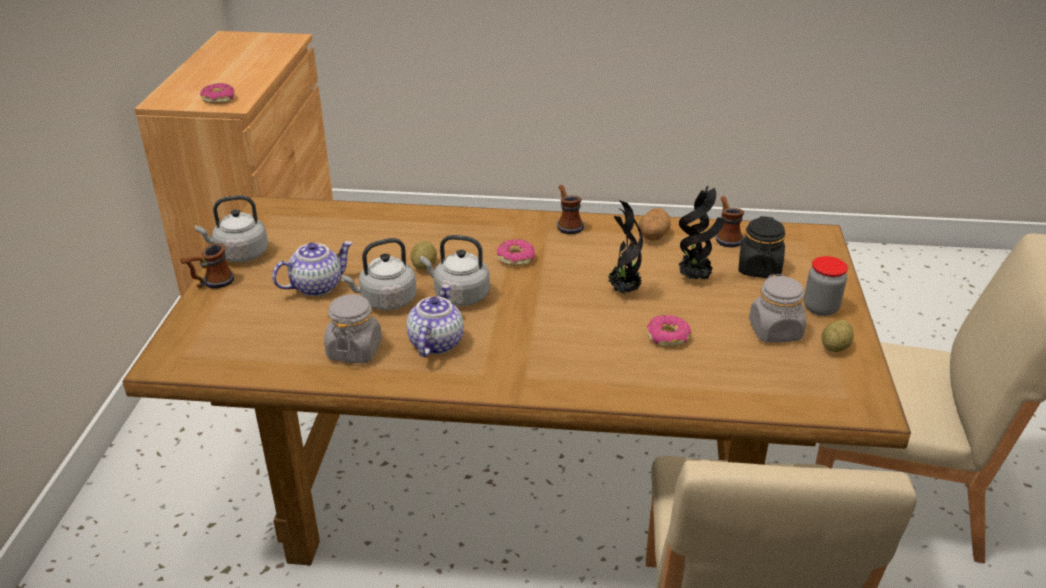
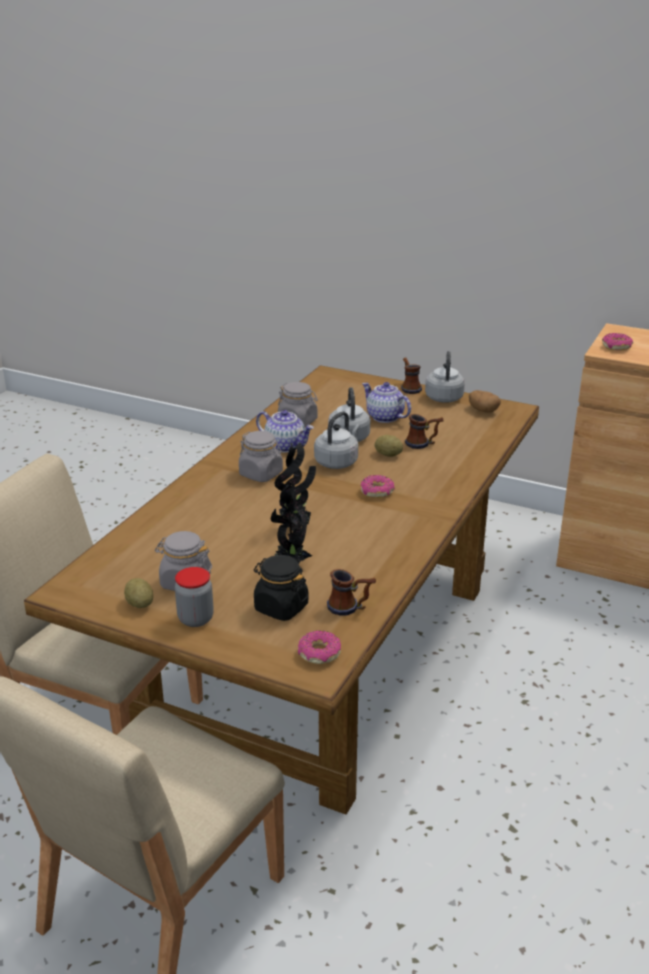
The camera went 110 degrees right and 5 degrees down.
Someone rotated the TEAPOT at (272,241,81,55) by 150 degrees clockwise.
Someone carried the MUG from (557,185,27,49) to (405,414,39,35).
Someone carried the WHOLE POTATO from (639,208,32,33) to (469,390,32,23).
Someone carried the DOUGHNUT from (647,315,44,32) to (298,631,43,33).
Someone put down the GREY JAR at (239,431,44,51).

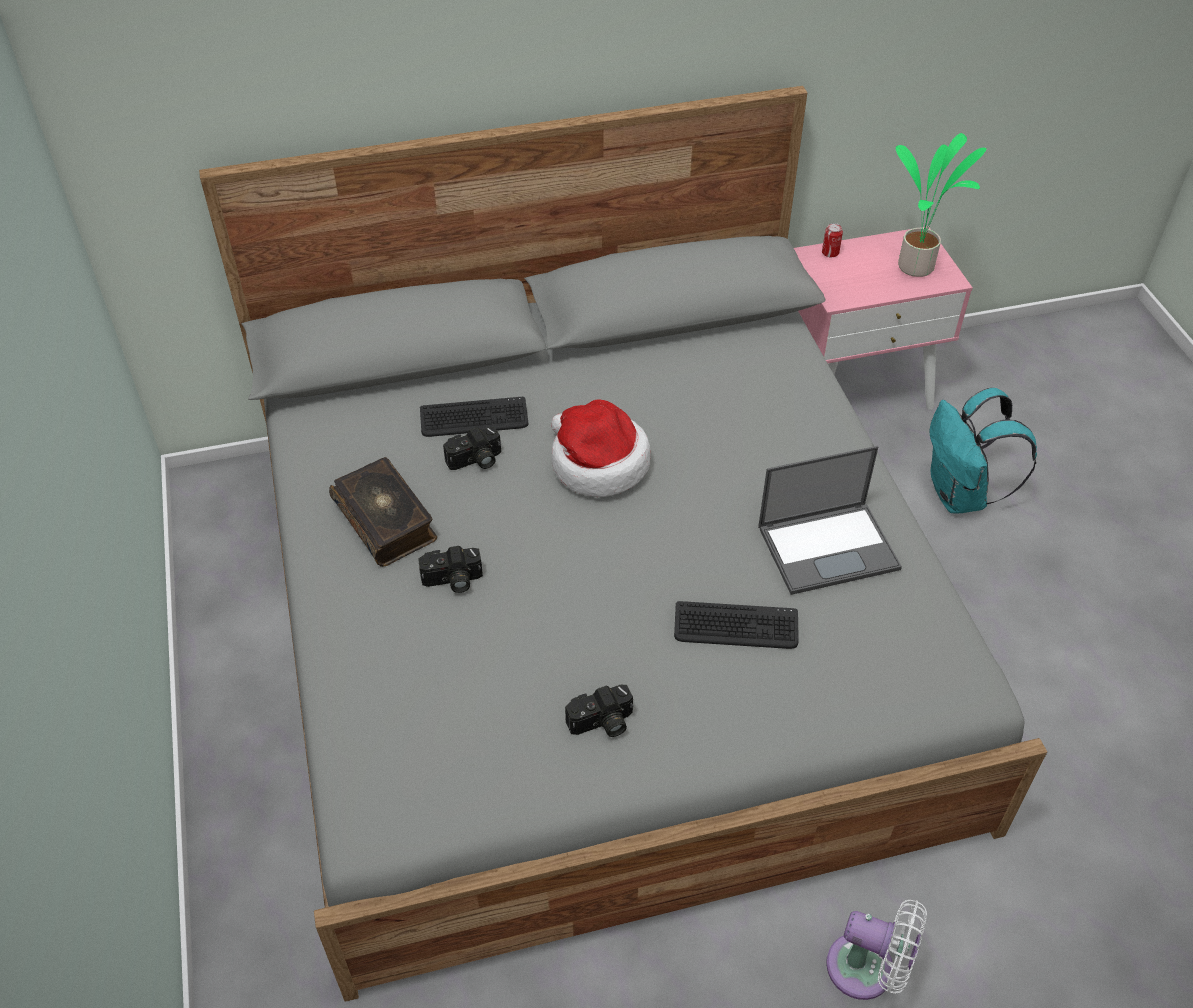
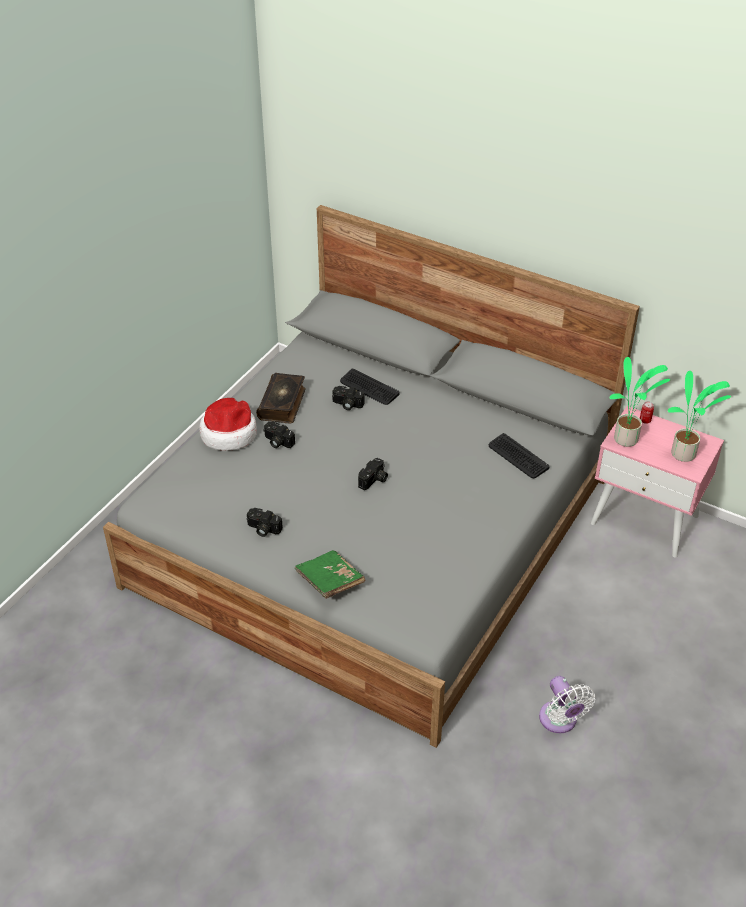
The camera went 45 degrees right and 5 degrees down.
Someone carried the HAT from (551,399,100,98) to (199,398,58,53).
Someone carried the COMPUTER KEYBOARD from (674,601,125,48) to (489,433,60,45).
Someone took away the LAPTOP at (758,446,144,149).
Someone carried the WHITE-COLOURED COOLING FAN from (826,900,101,100) to (539,676,56,57).
Someone took away the TURQUOISE-COLOURED RUCKSACK at (929,388,108,126).
Someone put down the GREEN VOLUME at (295,550,70,49).
Someone put down the PHOTO CAMERA at (358,458,30,32).
Someone put down the PLANT IN A POT at (609,357,61,90).

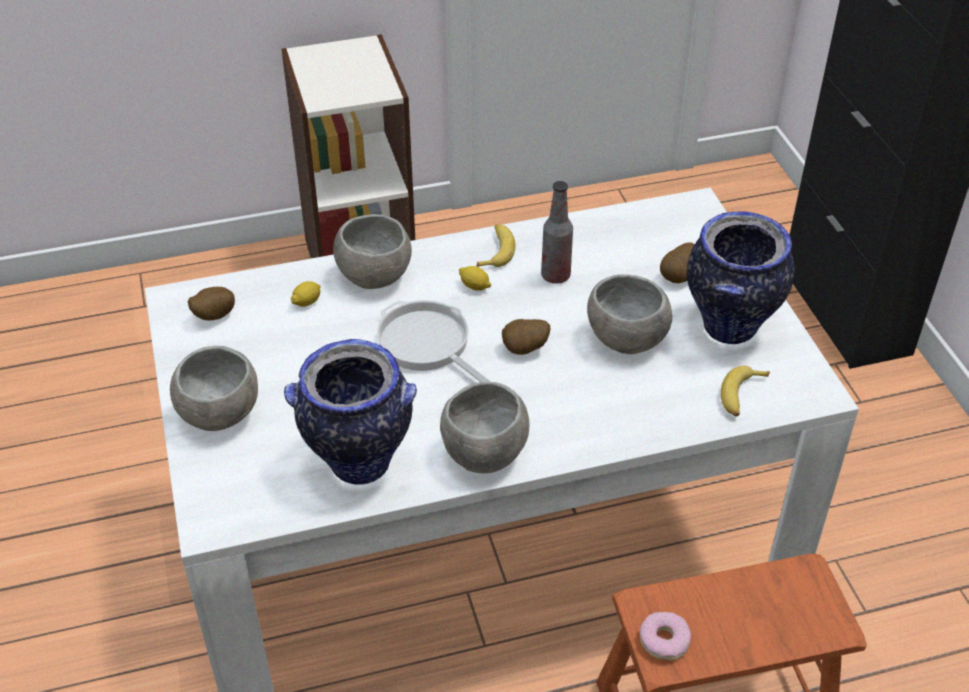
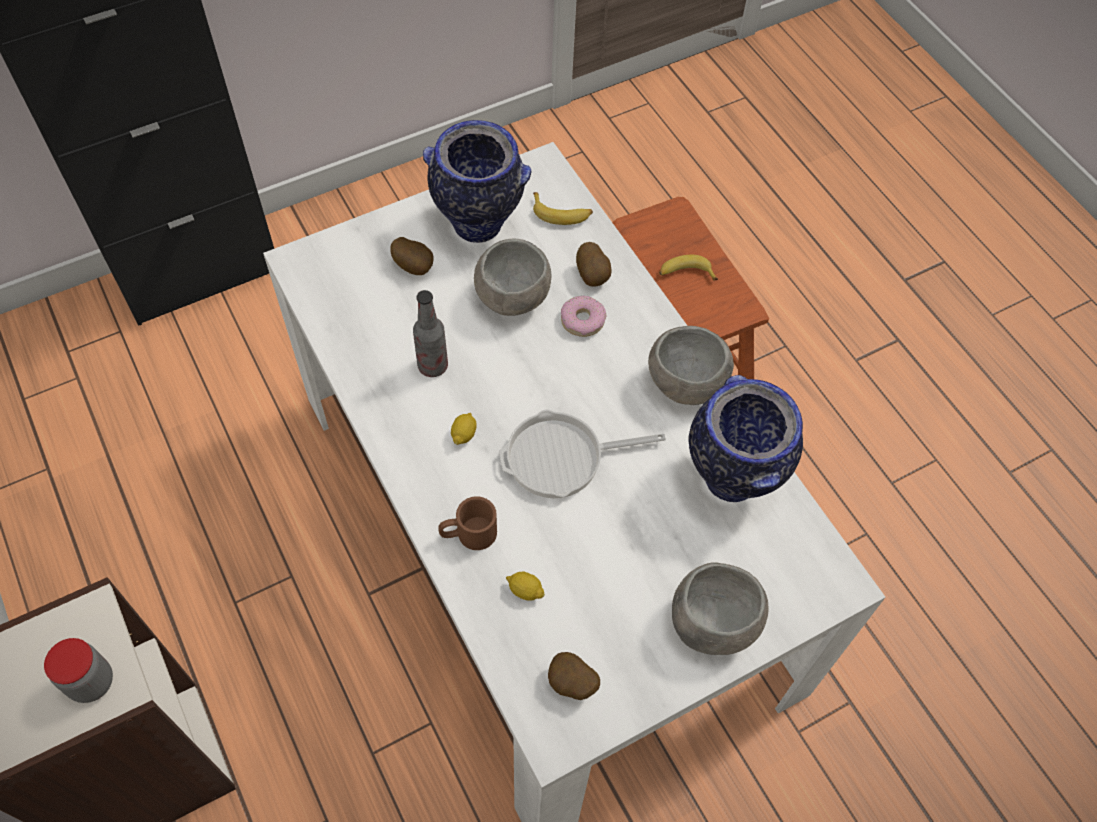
The camera went 105 degrees left and 15 degrees up.
Someone swapped the GREY SERVING BOWL at (333,214,79,75) for the BROWN-COLOURED MUG at (438,496,59,54).
Someone rotated the SKILLET at (377,300,114,82) by 45 degrees clockwise.
Someone carried the BANANA from (477,224,38,43) to (659,255,59,25).
Someone carried the WHOLE POTATO from (502,319,48,36) to (576,242,36,44).
Someone carried the DOUGHNUT from (639,612,52,48) to (561,296,45,41).
Someone put down the JAR at (44,638,69,65).

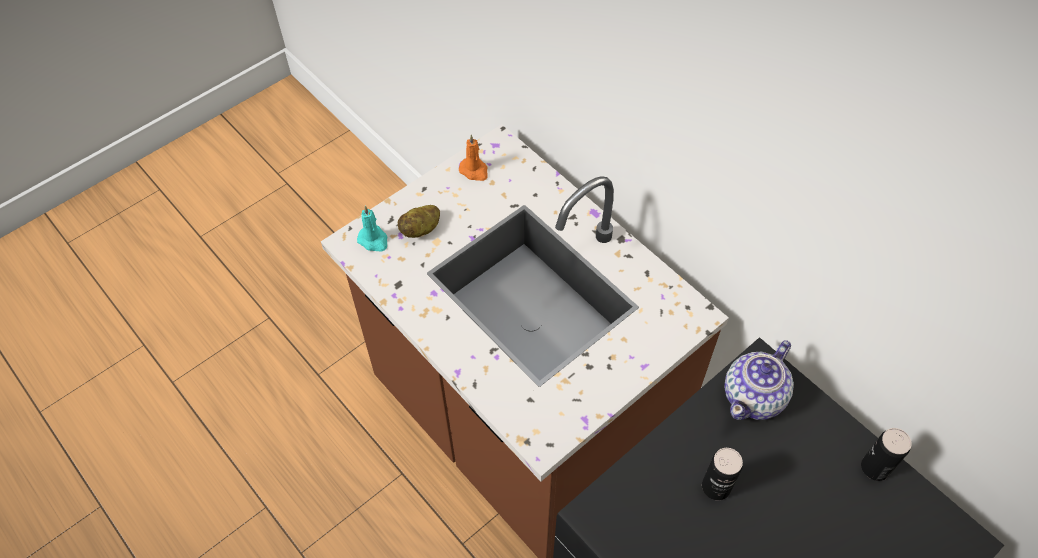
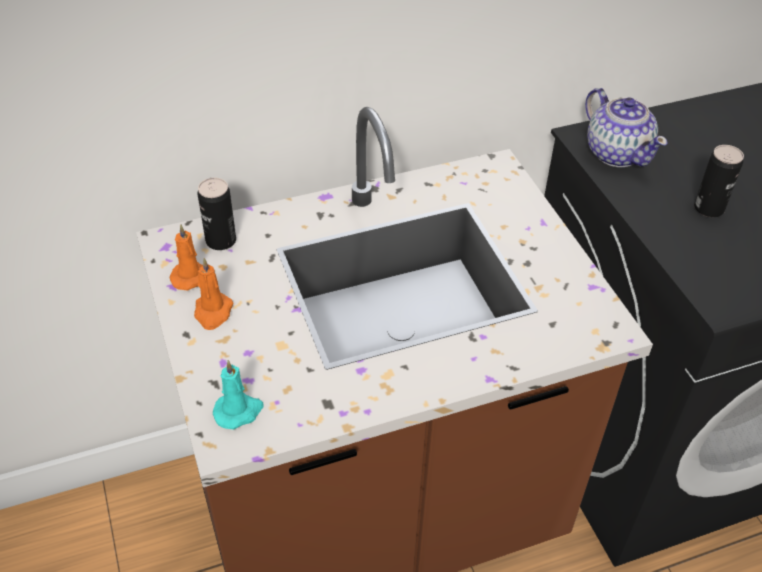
The camera went 70 degrees left and 10 degrees down.
Someone took away the WHOLE POTATO at (397,205,43,33).
Someone carried the METAL CAN from (861,428,51,53) to (198,178,38,72).
Someone put down the ORANGE-COLOURED WAX CANDLE at (194,258,40,72).

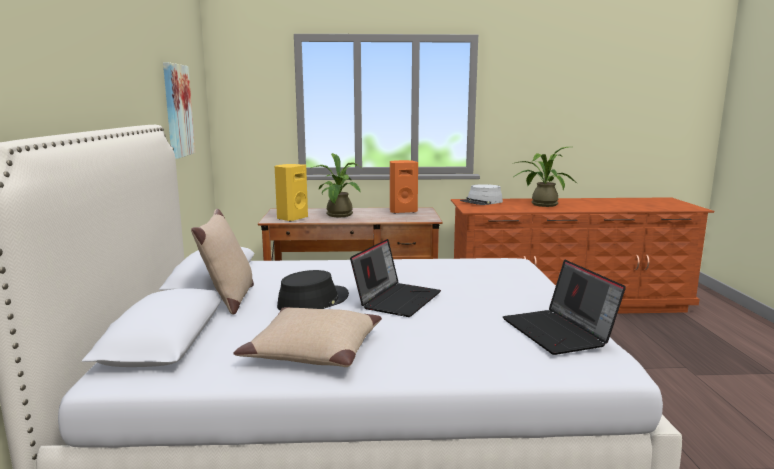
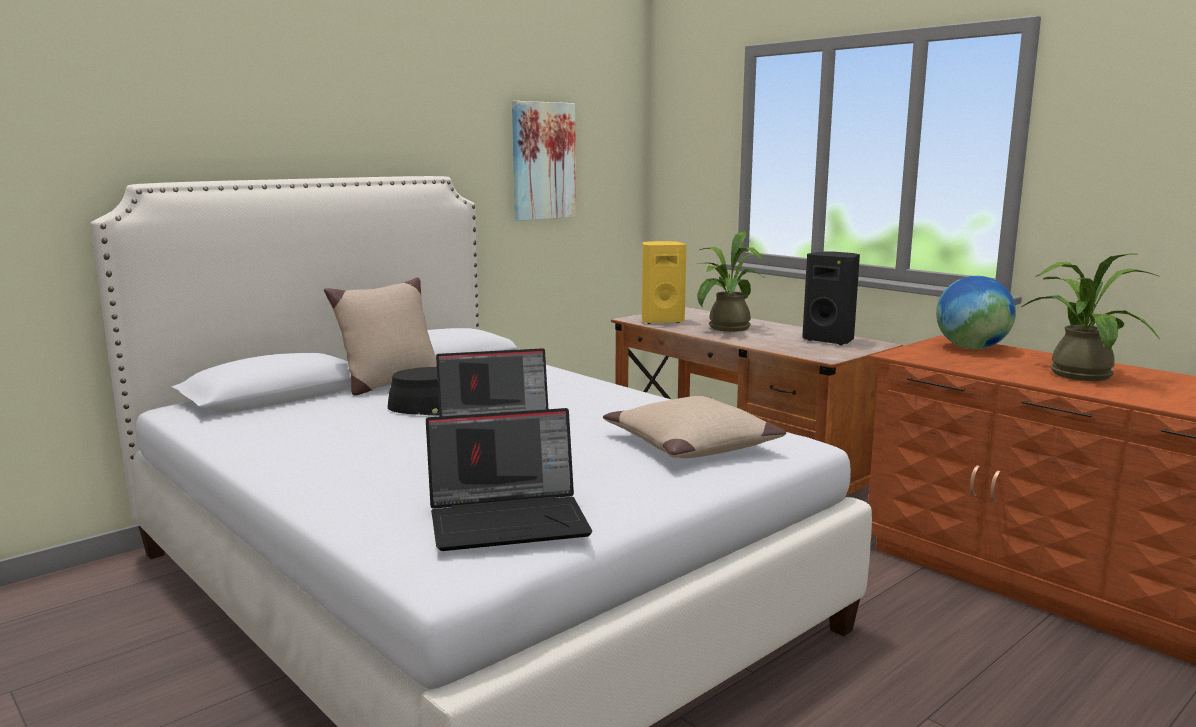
The camera went 50 degrees right and 0 degrees up.
Someone carried the BEIGE-COLOURED CUSHION from (234,307,148,60) to (603,396,183,62).
Someone repainted the ORANGE-COLOURED LOUDSPEAKER at (390,160,28,54), which became the BLACK LOUDSPEAKER at (802,252,58,93).
Someone swapped the GREY HAT at (460,184,43,21) for the DESK GLOBE at (936,276,80,73).
Someone rotated the LAPTOP at (503,260,123,95) by 135 degrees counterclockwise.

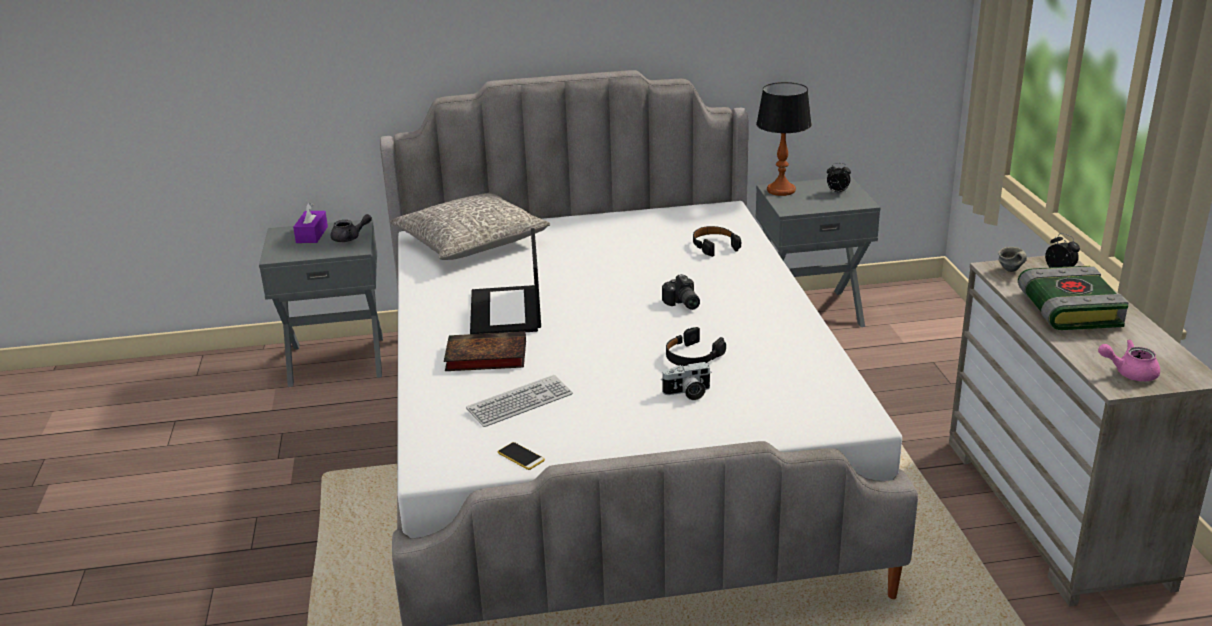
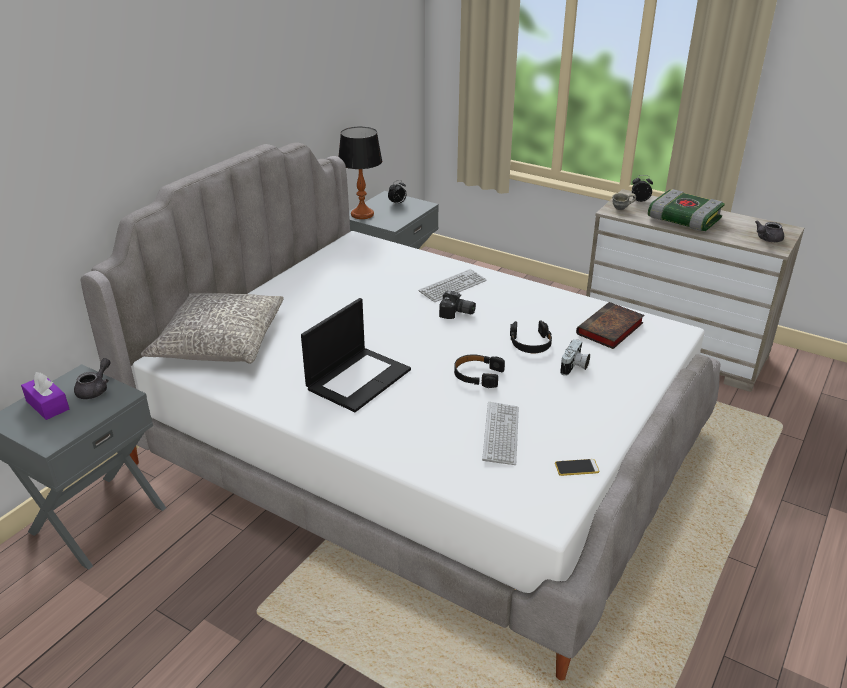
The camera went 50 degrees left and 5 degrees up.
Someone carried the VOLUME from (444,332,82,39) to (576,302,69,47).
Someone rotated the LAPTOP at (470,228,71,106) by 90 degrees counterclockwise.
Someone carried the BLACK PAIR OF HEADPHONES from (693,226,48,31) to (454,354,51,34).
Someone repainted the PINK TEAPOT at (1098,340,62,41), which became the GREY TEAPOT at (755,221,29,21).
Someone put down the COMPUTER KEYBOARD at (419,269,67,33).

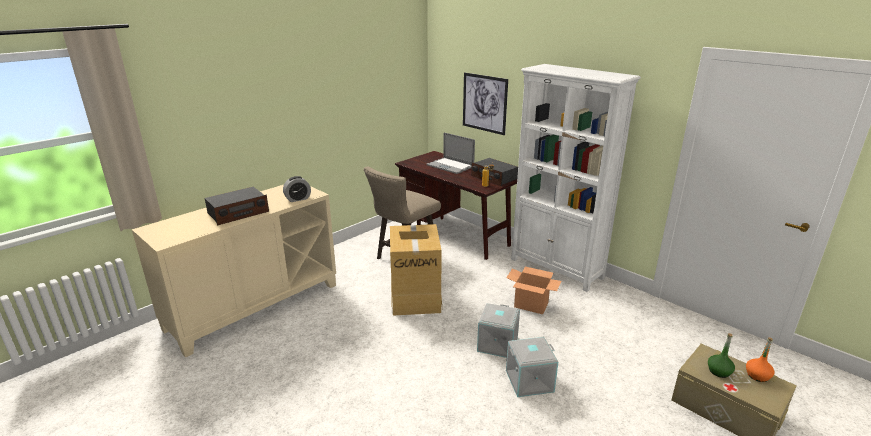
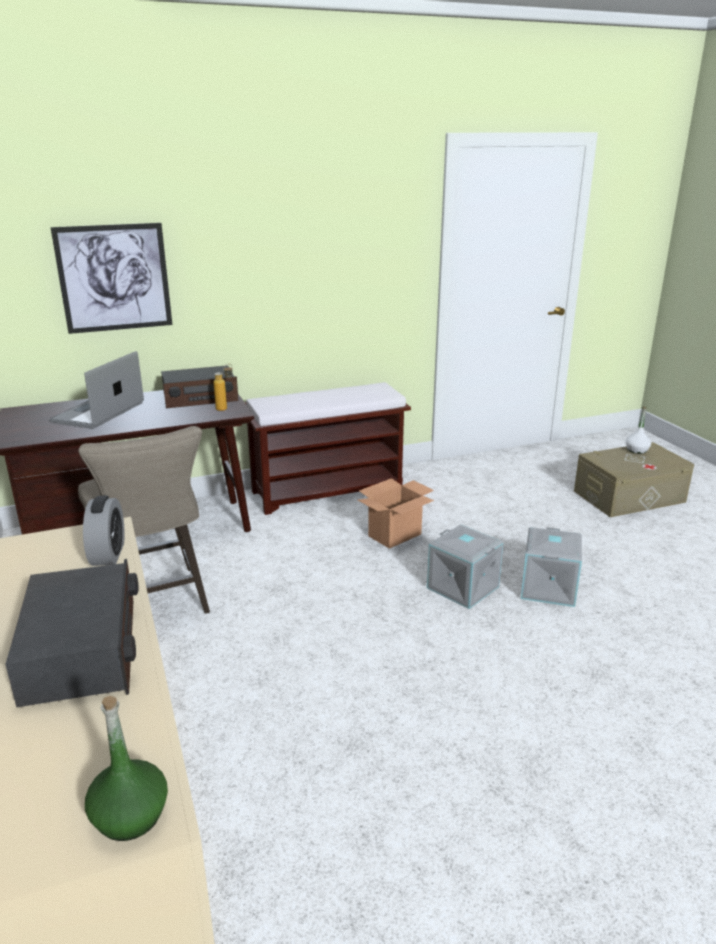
The camera went 65 degrees left and 0 degrees up.
Someone took away the CARDBOARD BOX at (390,224,53,92).
Someone rotated the LAPTOP at (426,132,49,42) by 135 degrees clockwise.
Someone swapped the WHITE-COLOURED BOOKCASE at (511,64,130,228) for the BROWN-COLOURED INDOOR BENCH at (245,382,166,133).
Someone carried the GREEN DRINK BOTTLE from (708,333,27,45) to (85,696,83,145).
Someone repainted the ORANGE-COLOURED DRINK BOTTLE at (746,337,28,45), which became the WHITE-COLOURED DRINK BOTTLE at (626,406,25,48).

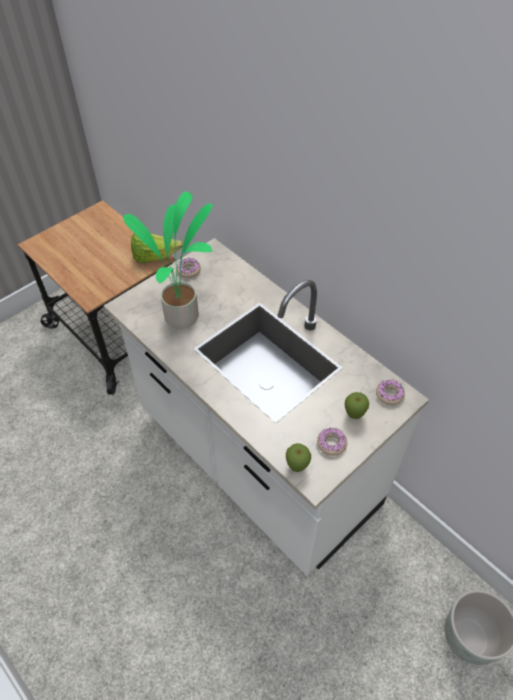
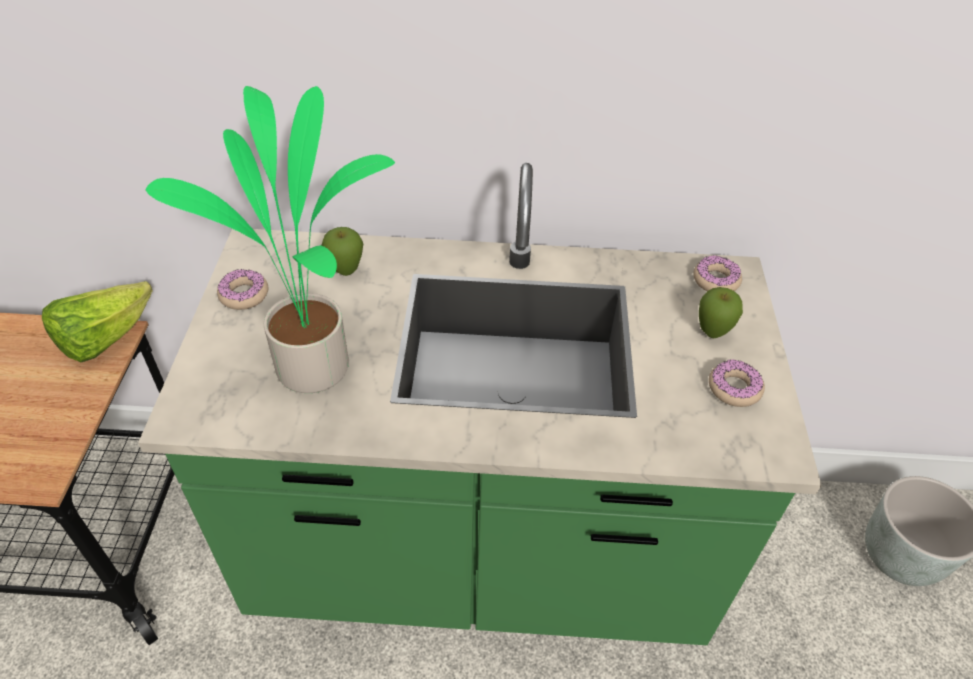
The camera went 45 degrees left and 5 degrees down.
Someone repainted the WHITE-COLOURED KITCHEN BASE UNIT at (104,238,325,338), which became the GREEN KITCHEN BASE UNIT at (138,163,684,482).
Someone carried the APPLE from (286,443,25,29) to (321,227,42,49).

